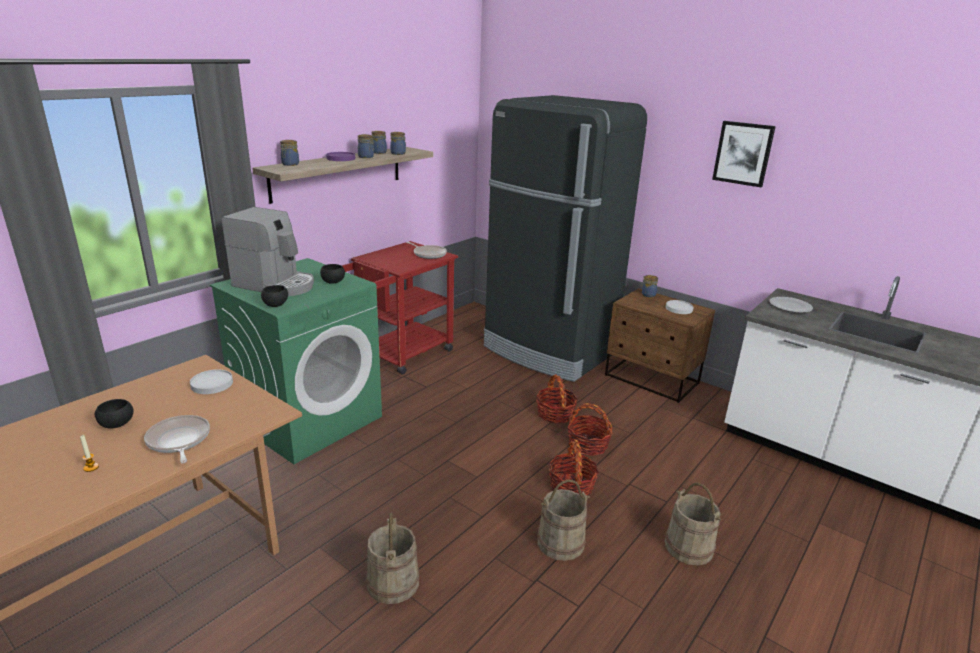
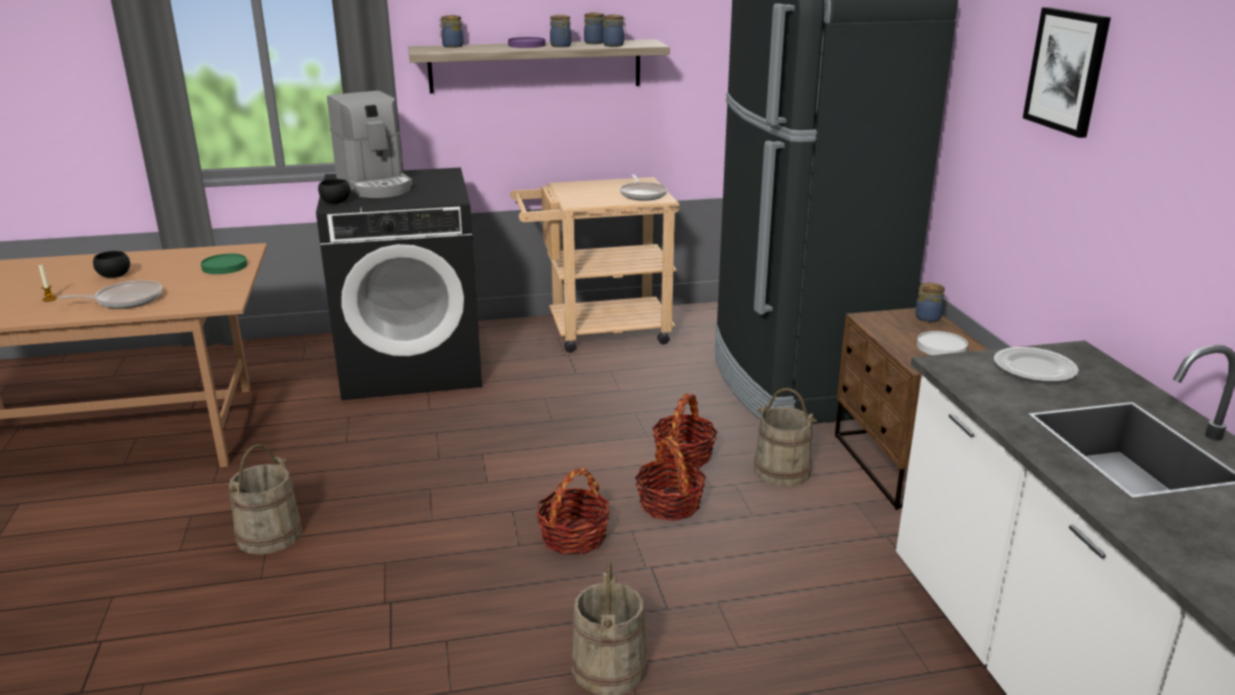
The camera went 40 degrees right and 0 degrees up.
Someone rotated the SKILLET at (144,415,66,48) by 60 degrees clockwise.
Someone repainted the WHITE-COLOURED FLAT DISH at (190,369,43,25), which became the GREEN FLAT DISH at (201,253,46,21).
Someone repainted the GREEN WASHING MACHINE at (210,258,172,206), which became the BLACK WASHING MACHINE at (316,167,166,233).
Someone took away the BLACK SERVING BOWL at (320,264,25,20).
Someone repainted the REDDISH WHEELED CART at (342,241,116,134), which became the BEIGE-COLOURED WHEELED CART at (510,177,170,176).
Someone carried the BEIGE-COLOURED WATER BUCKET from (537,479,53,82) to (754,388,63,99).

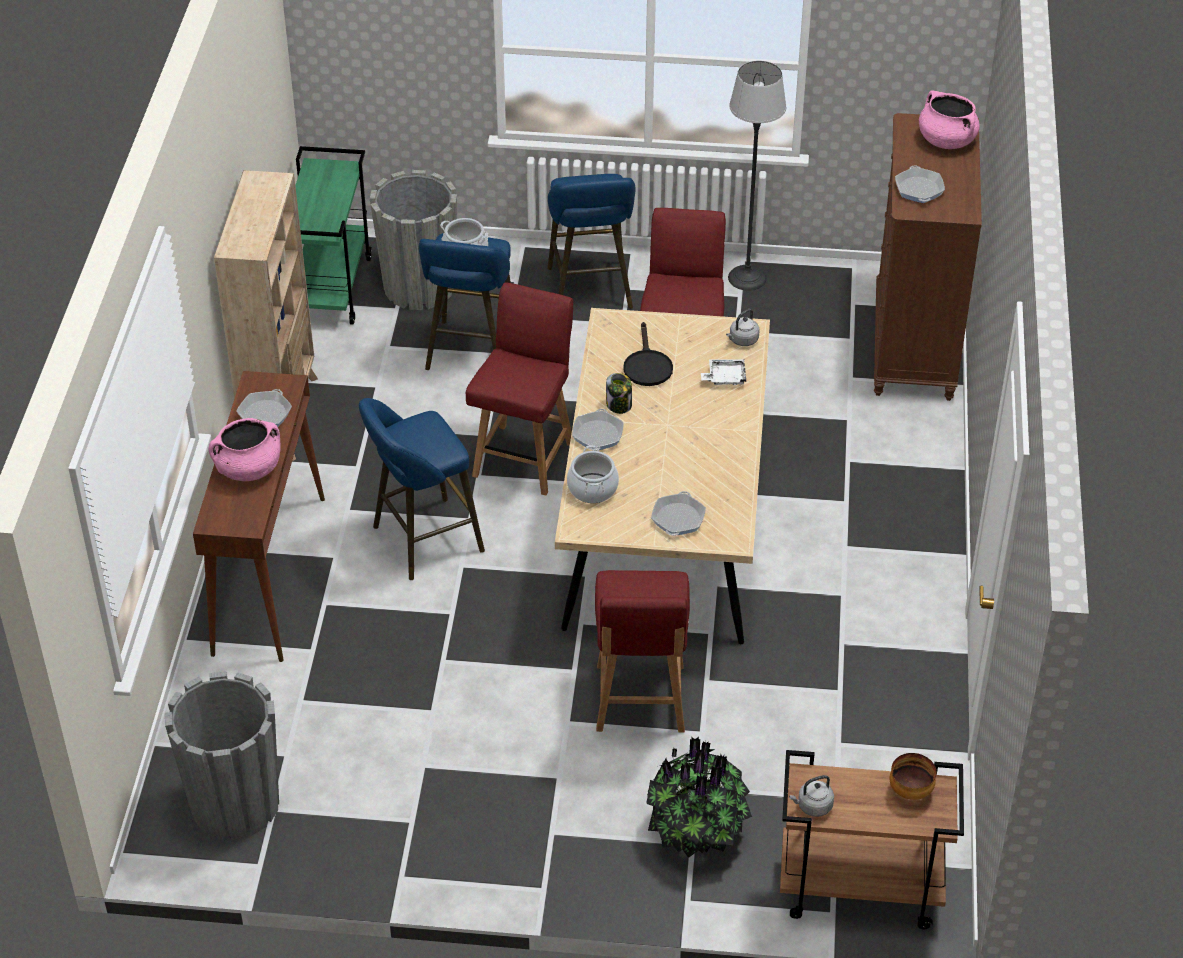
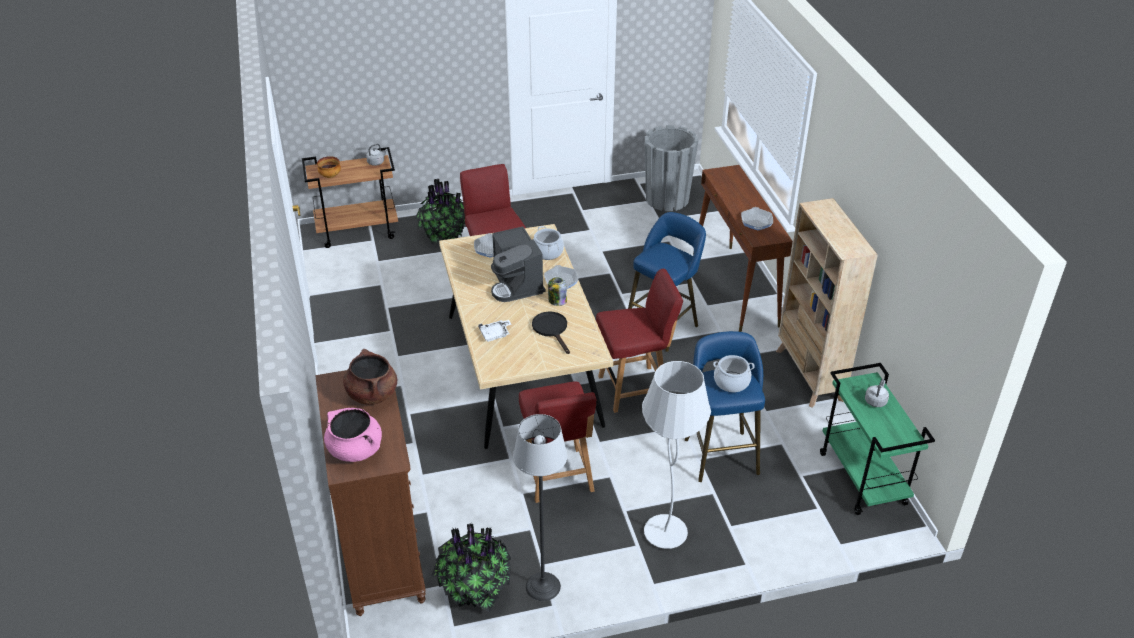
The camera went 160 degrees right and 5 degrees down.
Someone took away the PINK STOCKPOT at (208,418,73,63).
Someone took away the GREY PLANTER at (370,170,87,140).
Someone rotated the REDDISH CHAIR at (466,282,108,214) by 105 degrees counterclockwise.
Someone swapped the BLUISH STOOL at (547,174,89,135) for the WHITE-COLOURED STANDING LAMP at (642,361,69,188).
Someone carried the GREY TEA KETTLE from (726,309,33,37) to (865,379,24,28).
Someone swapped the SKILLET at (895,166,50,37) for the BROWN-COLOURED STOCKPOT at (343,349,54,56).
Someone put down the PLANT IN A POT at (431,523,80,89).
Someone put down the COFFEE MACHINE at (491,227,55,75).

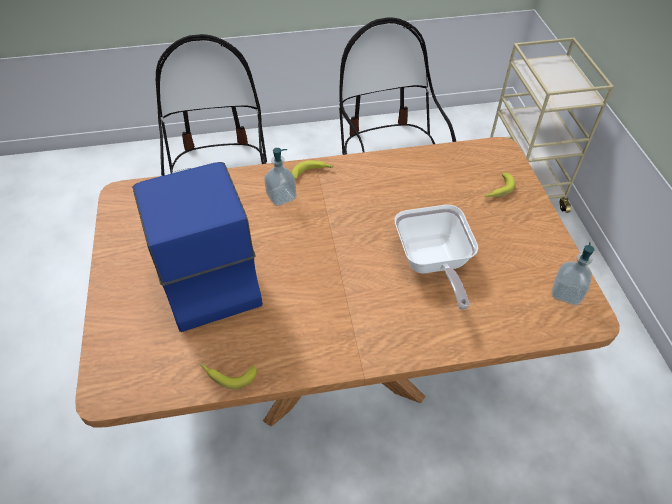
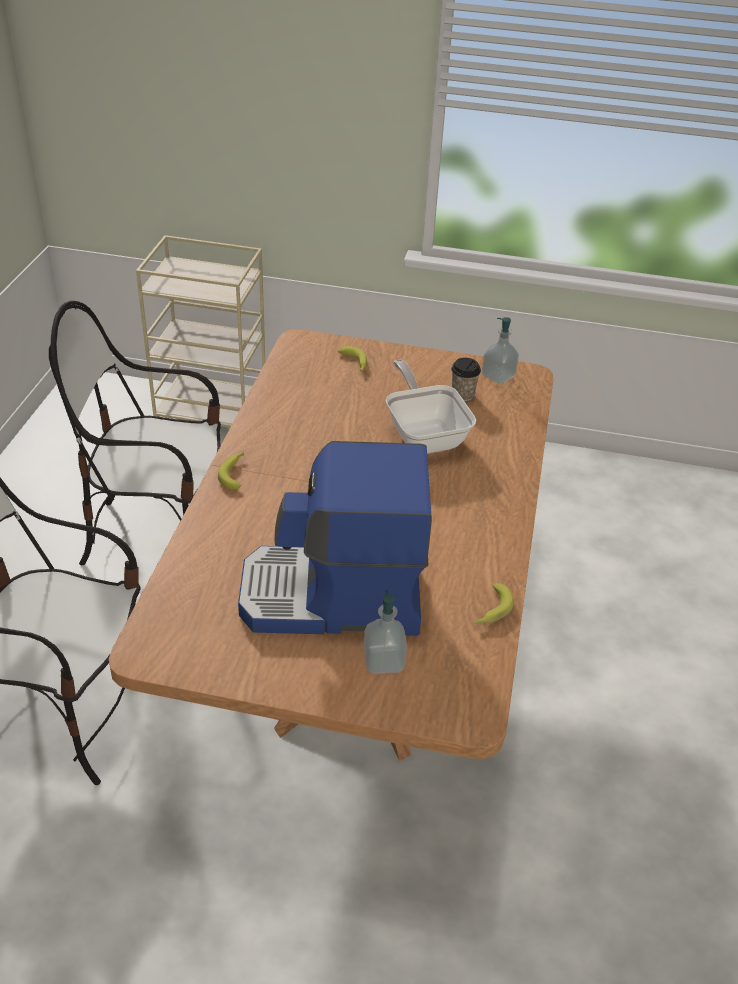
The camera went 70 degrees left and 10 degrees down.
Someone carried the LIQUID SOAP BOTTLE from (264,148,32,58) to (364,590,43,84).
Someone rotated the SKILLET at (394,205,84,105) by 120 degrees counterclockwise.
Someone put down the DRINKING CUP at (451,358,30,43).

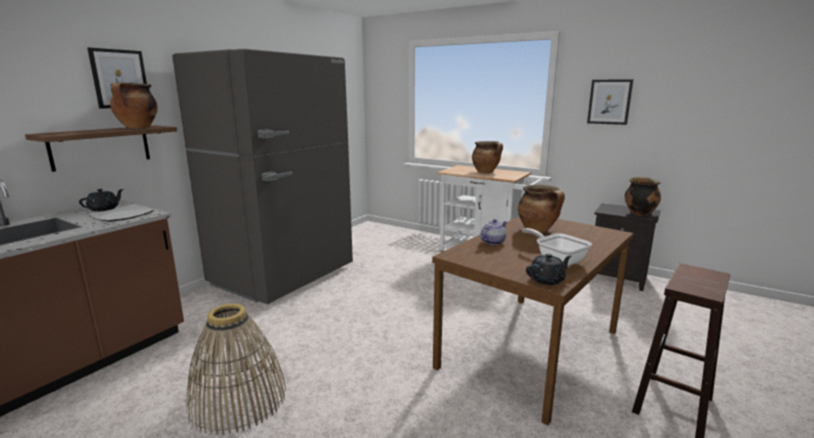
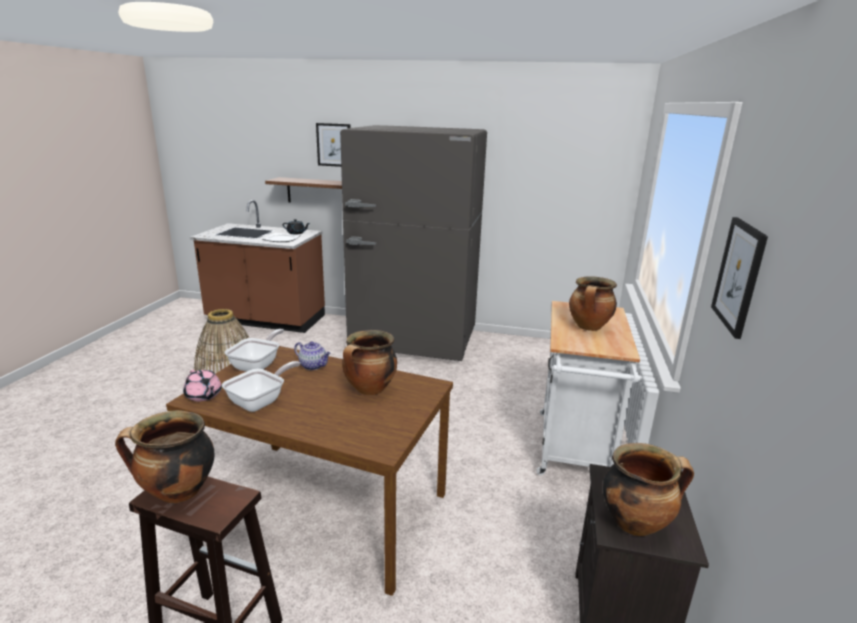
The camera went 70 degrees right and 5 degrees up.
Someone carried the STOCKPOT from (110,82,48,47) to (115,410,99,93).
Someone repainted the BLACK TEAPOT at (526,254,46,31), which became the PINK TEAPOT at (183,370,39,31).
Someone put down the SKILLET at (225,329,59,43).

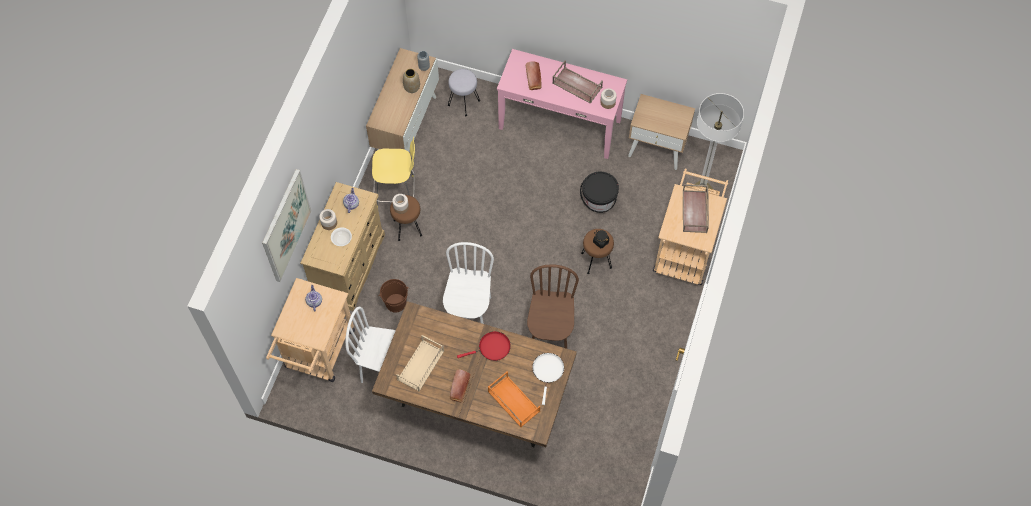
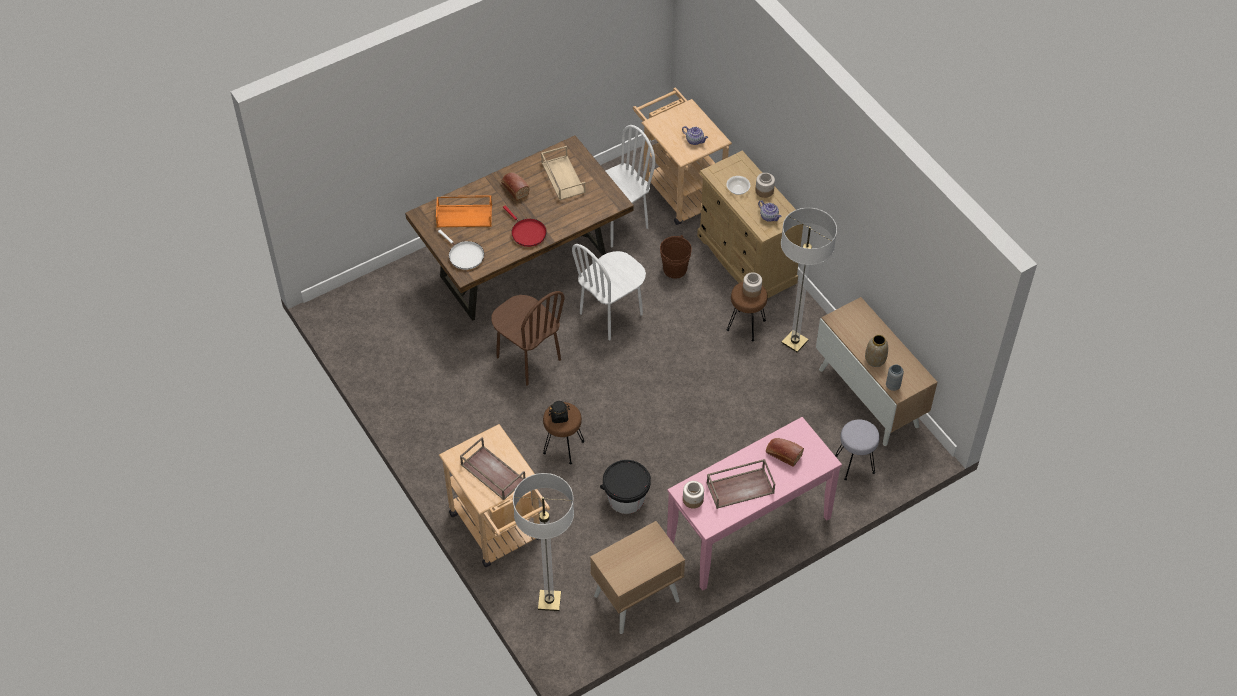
The camera went 130 degrees right and 10 degrees down.
Someone took away the PICTURE at (262,169,50,113).
Someone swapped the YELLOW-COLOURED STOOL at (372,137,43,69) for the STANDING LAMP at (781,208,56,145).
Someone rotated the WHITE-COLOURED CHAIR at (443,242,51,82) by 90 degrees clockwise.
Someone rotated the REDDISH SKILLET at (457,331,54,30) by 60 degrees counterclockwise.

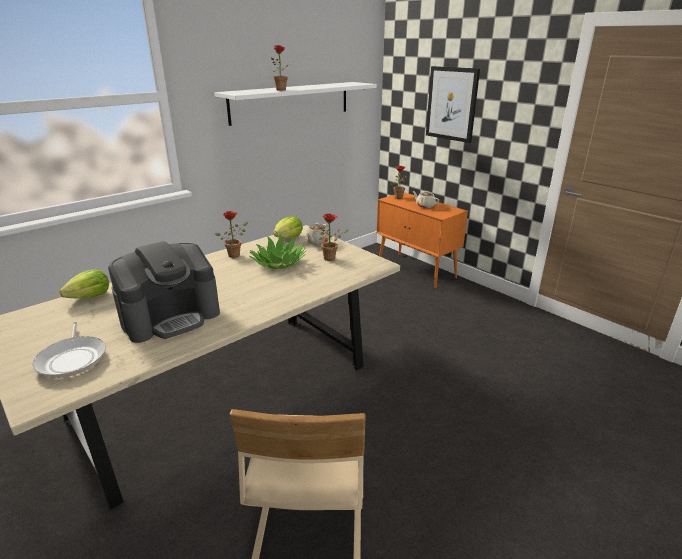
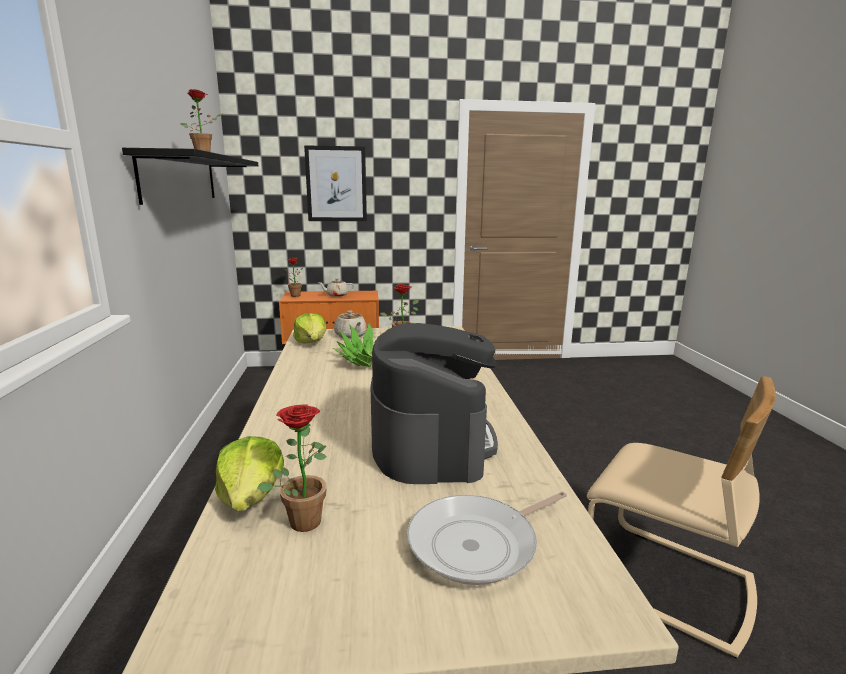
The camera went 55 degrees left and 10 degrees down.
Someone rotated the SKILLET at (32,322,74,56) by 135 degrees clockwise.
Someone repainted the WHITE-COLOURED BRACKET SHELF at (214,82,163,44), which became the BLACK BRACKET SHELF at (122,148,136,57).
Someone carried the PLANT IN A POT from (215,211,33,47) to (257,405,70,127).

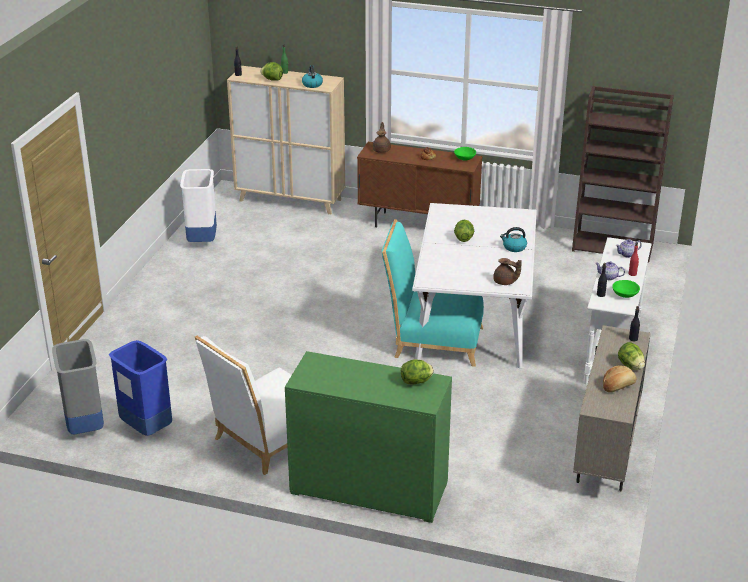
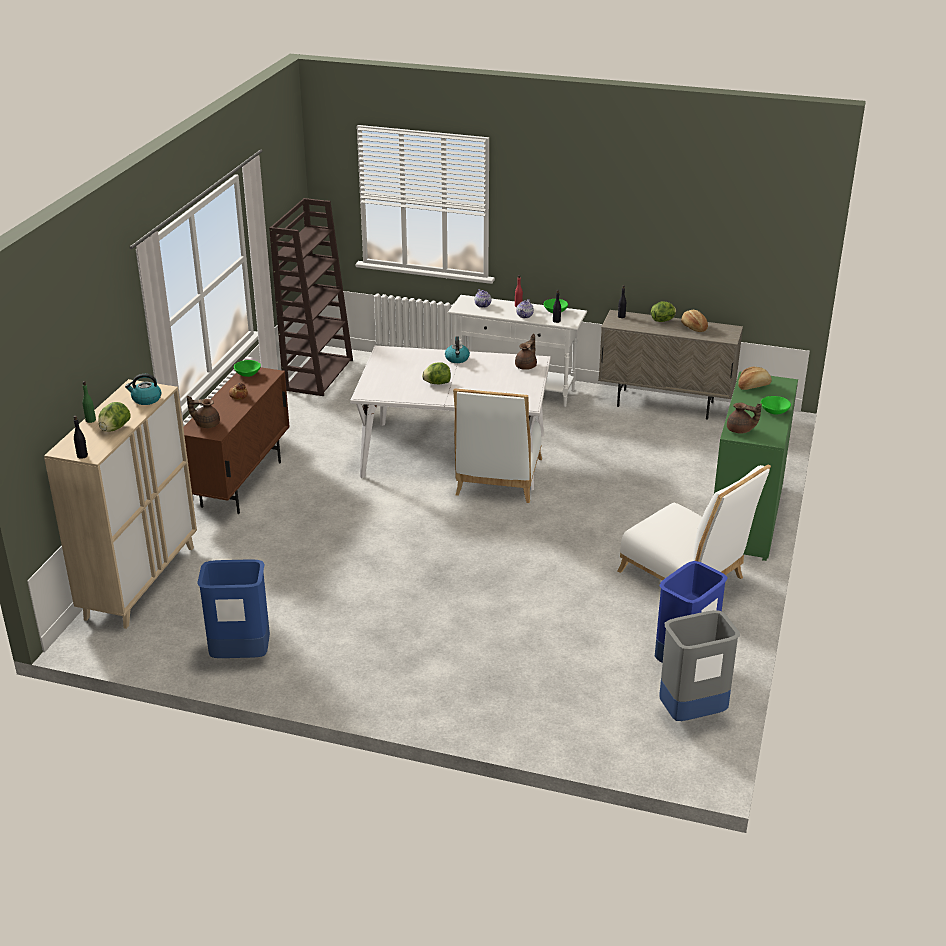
The camera went 90 degrees left and 0 degrees up.
Someone repainted the WHITE-COLOURED RUBBISH BIN at (180,169,37,73), which became the BLUISH RUBBISH BIN at (197,559,73,99).
Someone repainted the TURQUOISE-COLOURED CHAIR at (382,219,102,148), which became the WHITE-COLOURED CHAIR at (453,388,89,115).
Someone swapped the LETTUCE at (401,359,33,25) for the BAKERY BREAD at (738,367,34,23).
Someone put down the BROWN-COLOURED TEAPOT at (727,403,35,31).
Someone put down the GREEN SERVING BOWL at (761,396,30,19).

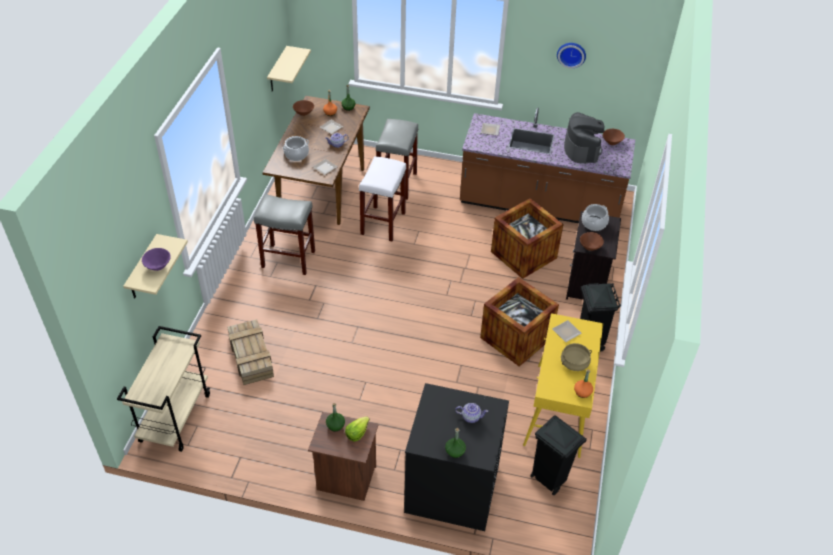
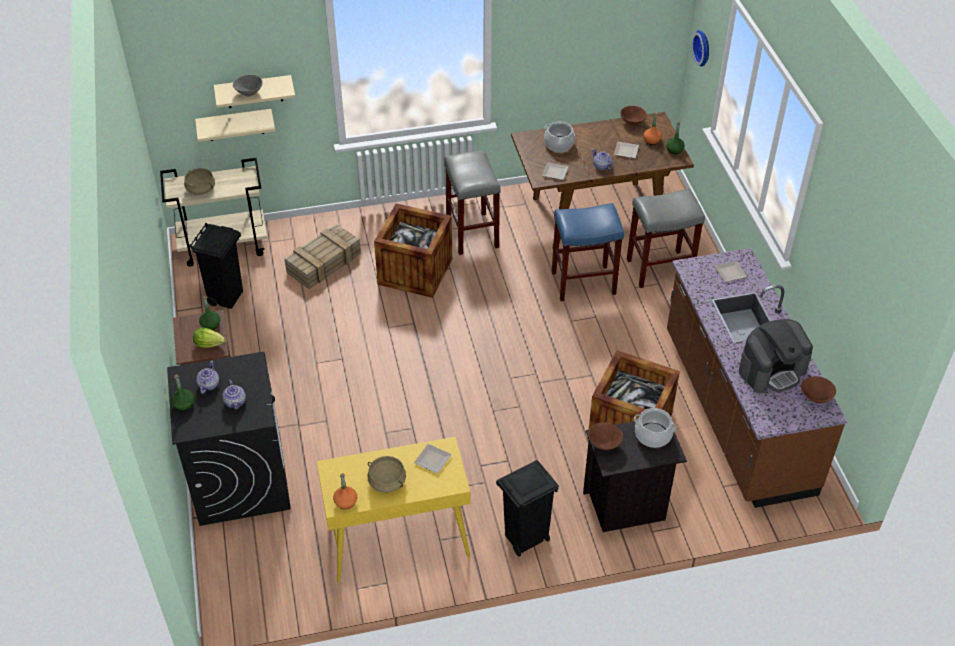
The camera went 65 degrees right and 0 degrees up.
Someone repainted the PURPLE-COLOURED SERVING BOWL at (142,248,29,23), which became the GREY SERVING BOWL at (233,75,30,21).
Someone carried the BEIGE-COLOURED BRACKET SHELF from (267,46,44,46) to (195,109,80,33).
Someone repainted the WHITE-COLOURED STOOL at (359,156,48,85), which became the BLUISH STOOL at (552,203,72,98).
Someone carried the PACKING CRATE from (480,277,79,90) to (374,203,78,95).
Someone carried the BLACK RUBBISH BIN from (530,415,57,80) to (189,223,54,86).
Someone carried the WALL CLOCK from (557,43,29,26) to (692,30,17,37).
Someone put down the BEIGE-COLOURED STOCKPOT at (184,168,31,27).
Someone put down the TEAPOT at (196,361,23,33).

